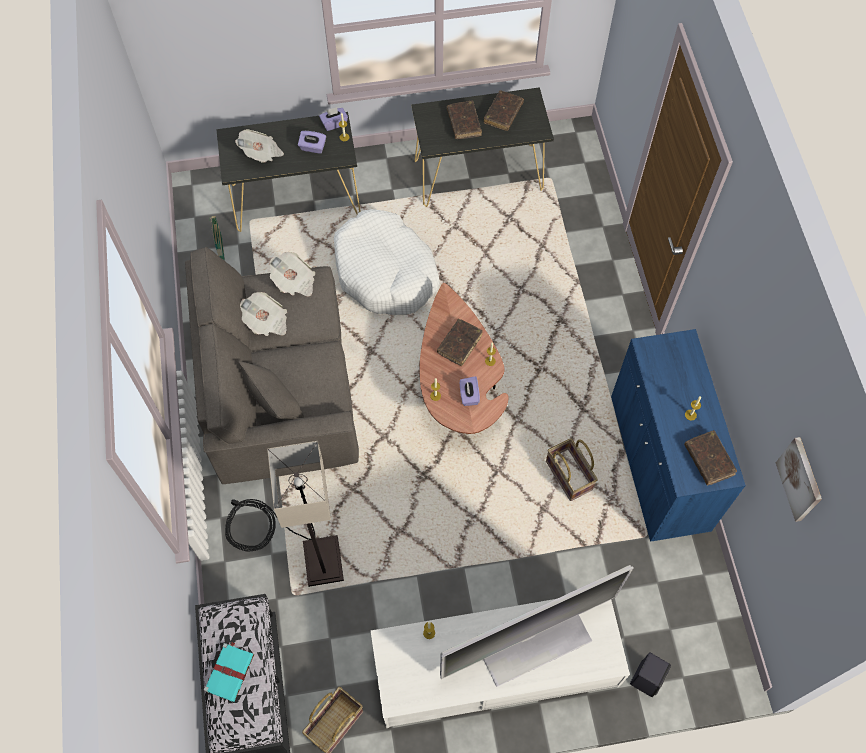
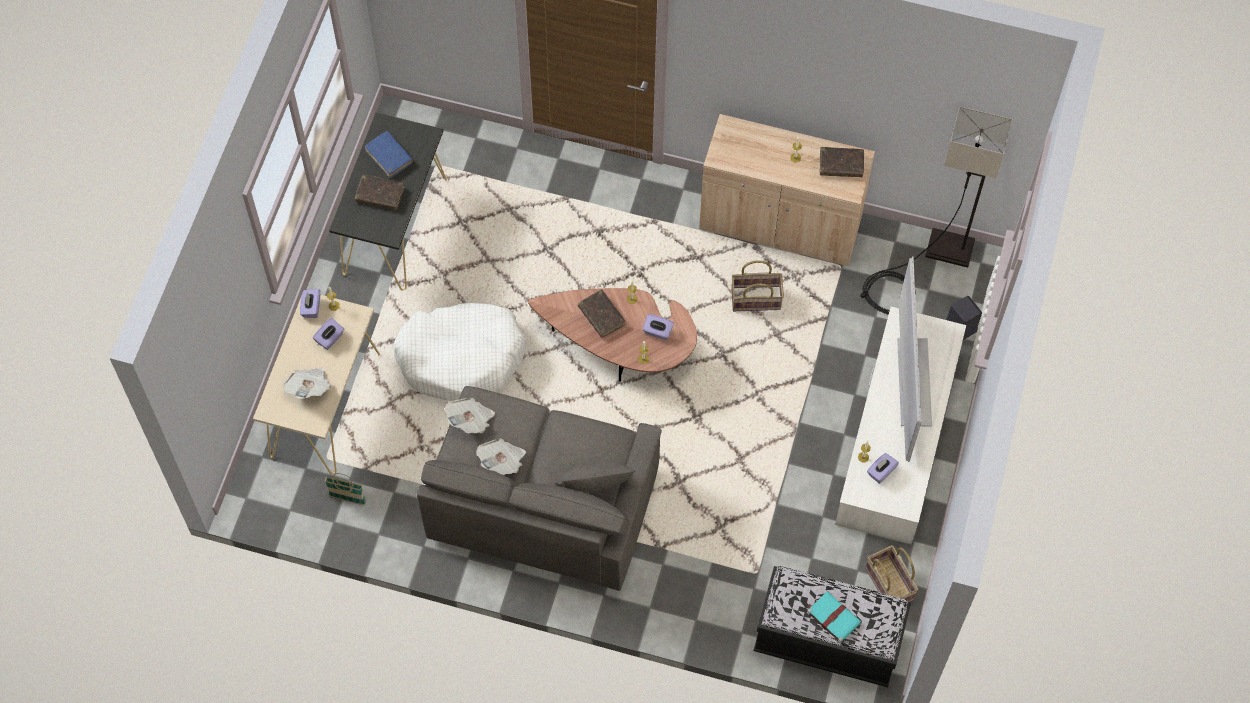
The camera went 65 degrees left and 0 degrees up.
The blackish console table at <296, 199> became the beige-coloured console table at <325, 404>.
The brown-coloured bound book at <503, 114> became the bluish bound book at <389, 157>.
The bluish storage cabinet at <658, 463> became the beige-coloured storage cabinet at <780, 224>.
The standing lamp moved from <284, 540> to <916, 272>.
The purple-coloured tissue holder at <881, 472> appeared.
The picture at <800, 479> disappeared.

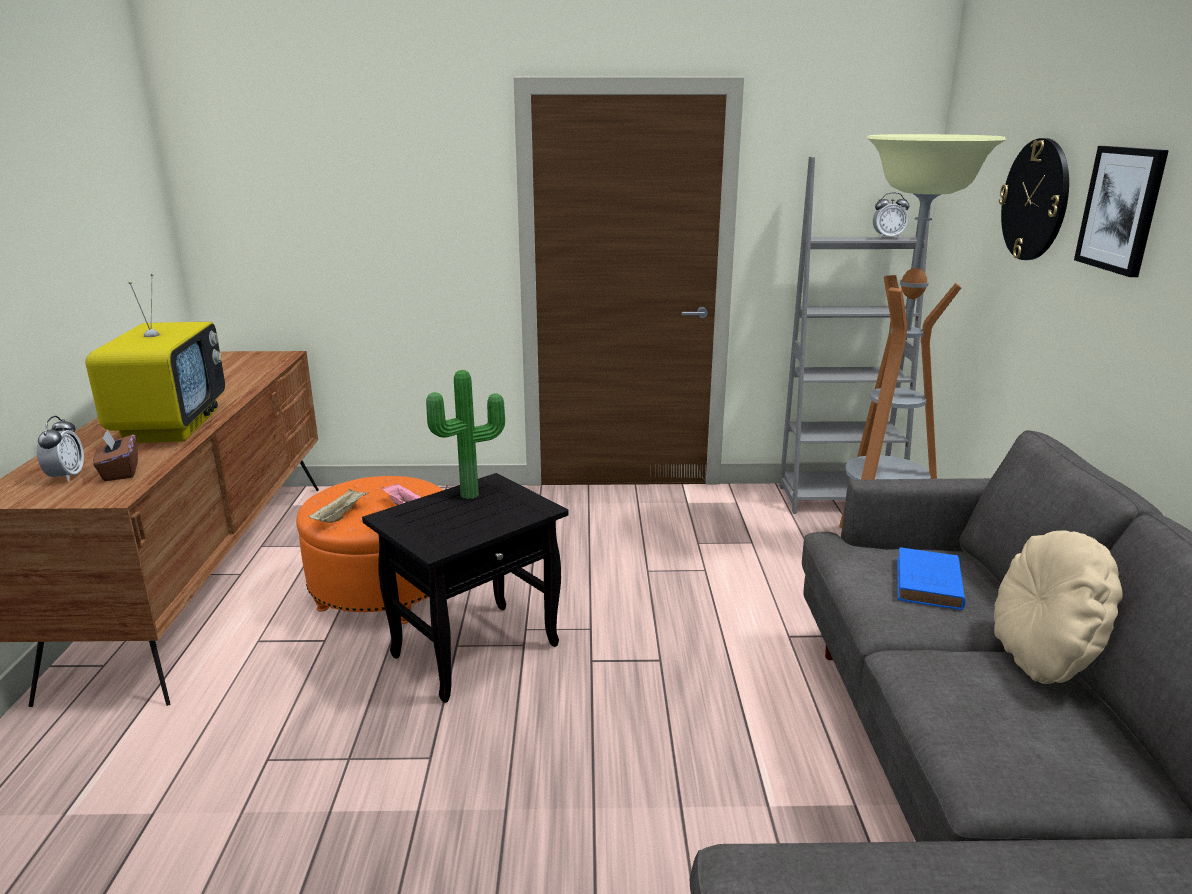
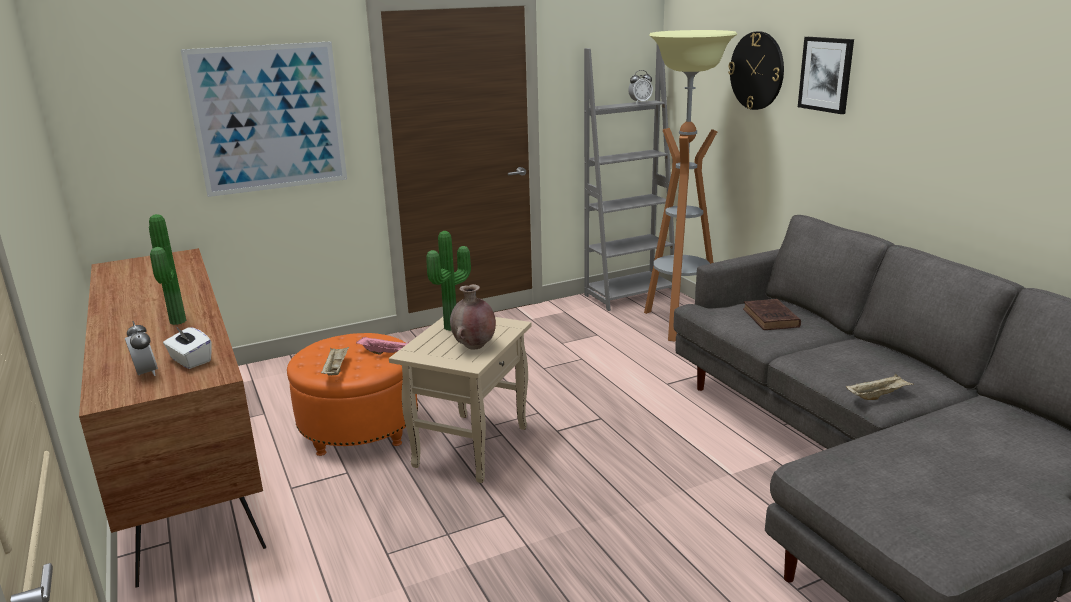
The camera went 25 degrees left and 0 degrees up.
The TV set at <171, 426> was replaced by the houseplant at <174, 322>.
The brown-coloured tissue holder at <120, 472> became the white tissue holder at <190, 360>.
The picture at <269, 118> appeared.
The blackish side table at <476, 649> became the beige-coloured side table at <470, 445>.
The brown-coloured flower vase at <474, 347> appeared.
The bluish bound book at <928, 585> became the brown-coloured bound book at <771, 319>.
The beige-coloured tray at <877, 396> appeared.
The beige-coloured pillow at <1040, 660> disappeared.

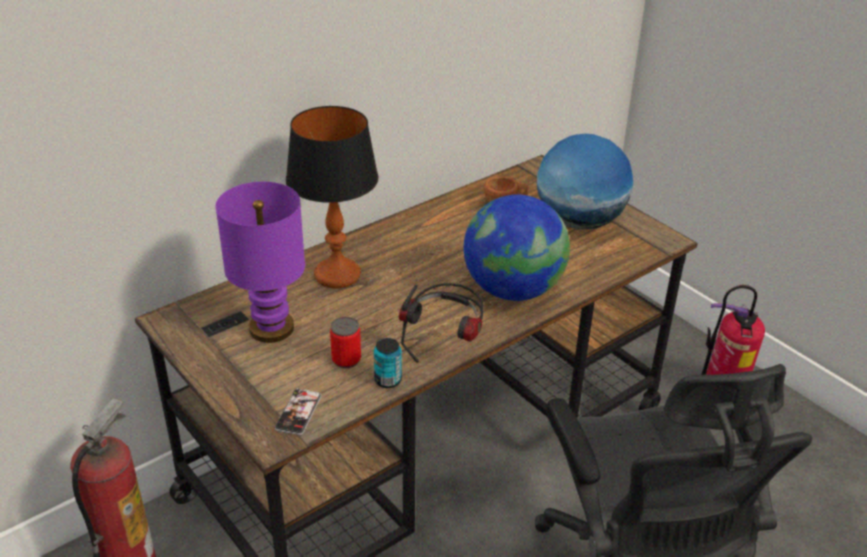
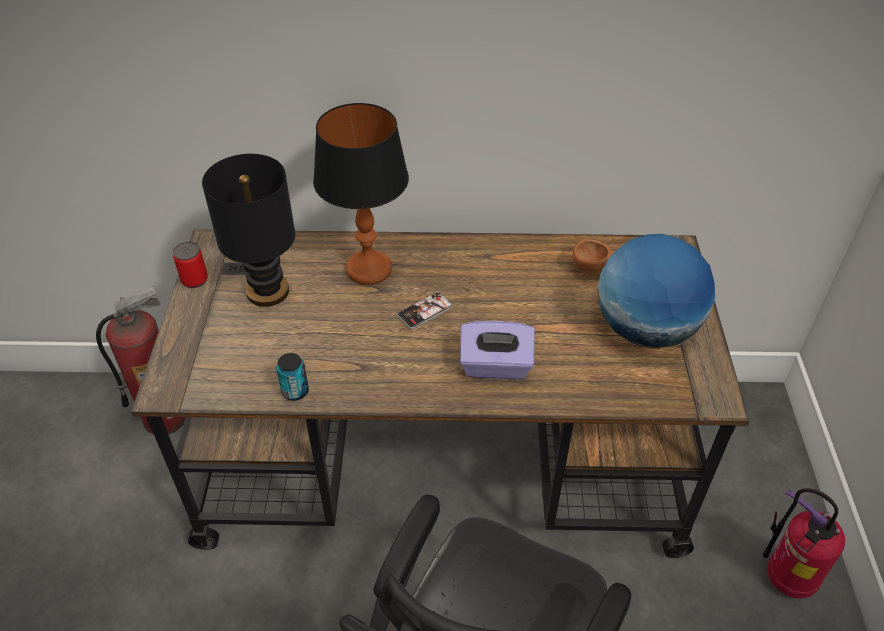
The camera went 40 degrees right and 10 degrees up.
The sealed can moved from <346, 359> to <194, 279>.
The purple-coloured table lamp at <271, 327> became the blackish table lamp at <268, 290>.
The handset moved from <298, 412> to <425, 311>.
The world globe at <513, 290> was replaced by the purple-coloured tissue holder at <495, 366>.
The headphones at <445, 345> disappeared.

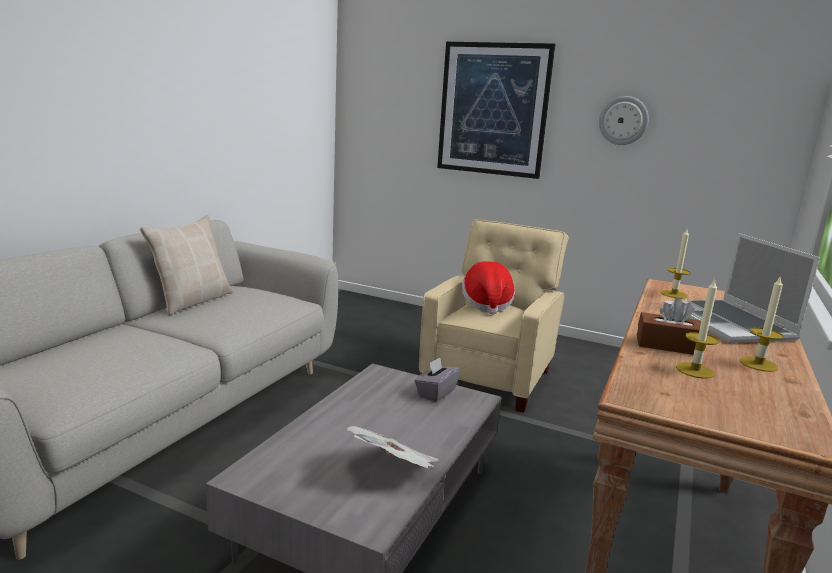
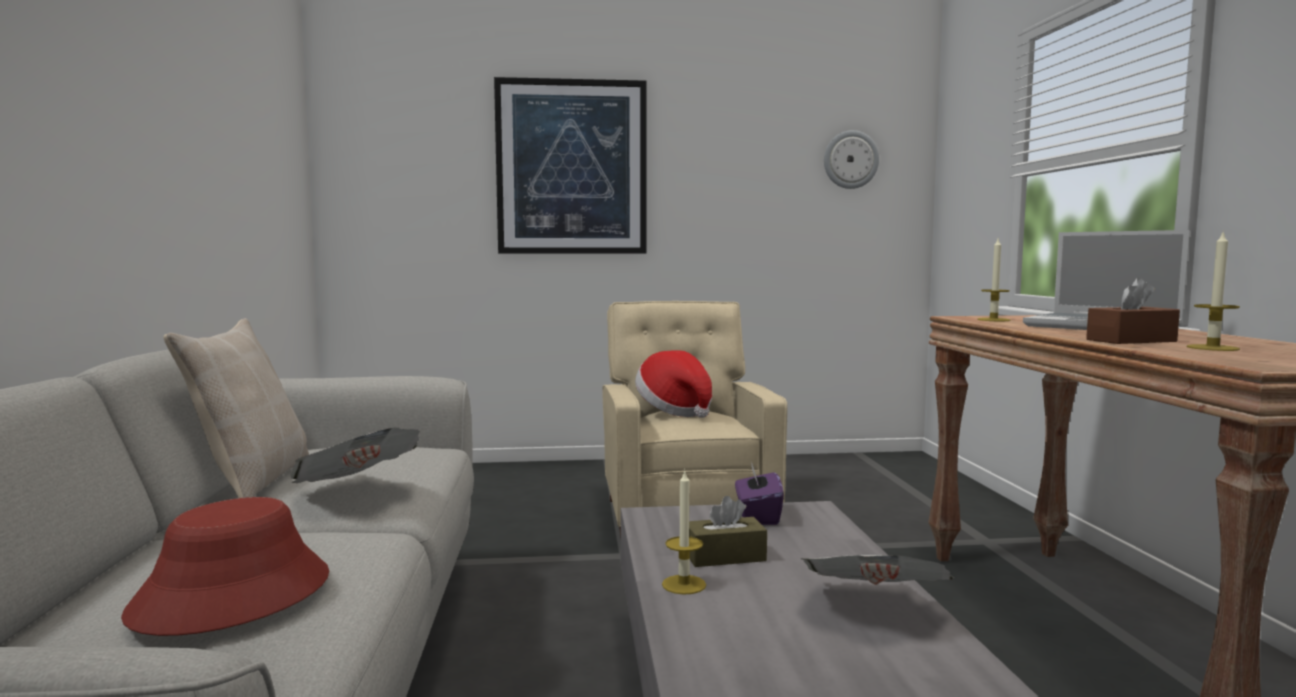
The camera went 30 degrees left and 10 degrees down.
The reddish clothing hat at <232, 594> appeared.
The newspaper at <357, 491> appeared.
The wax candle moved from <758, 364> to <684, 584>.
The brown-coloured tissue holder at <725, 556> appeared.
The gray tissue holder at <435, 392> became the purple-coloured tissue holder at <757, 516>.
The wall clock moved from <623, 120> to <850, 160>.

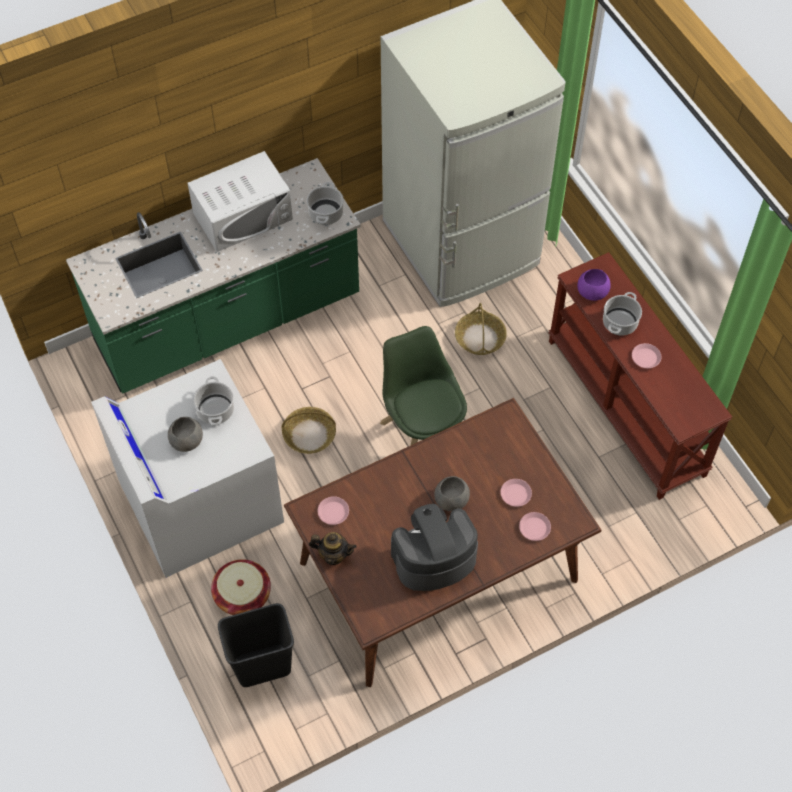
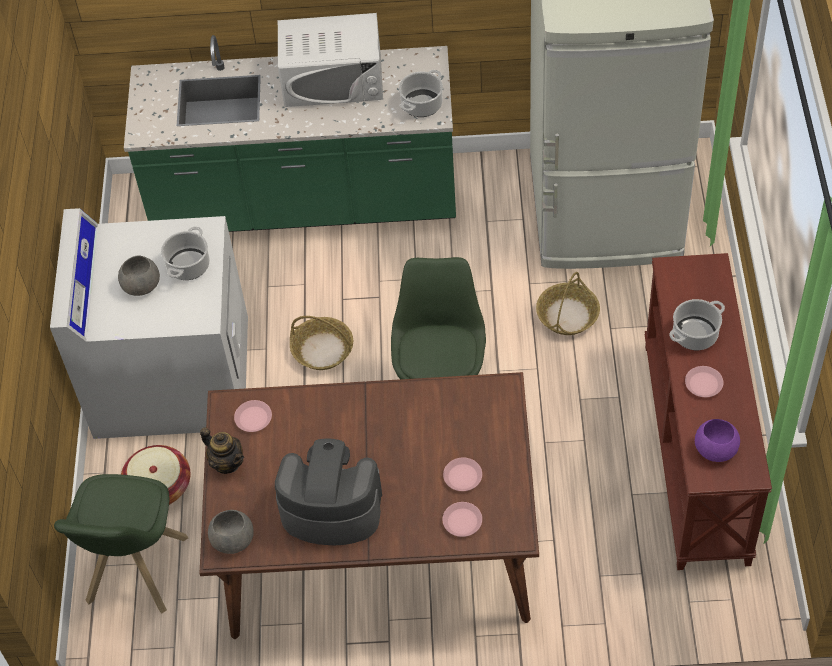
The camera went 30 degrees right and 5 degrees down.
The blackish waste bin at <262, 667> was replaced by the greenish chair at <136, 570>.
The gray serving bowl moved from <451, 500> to <232, 539>.
The purple-coloured serving bowl moved from <591, 291> to <714, 448>.

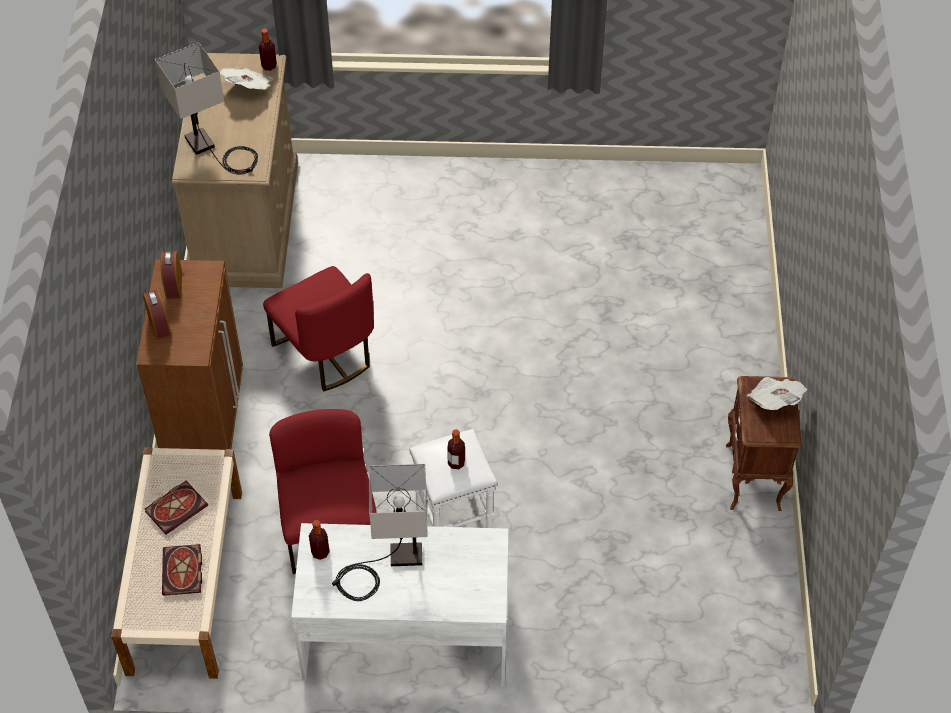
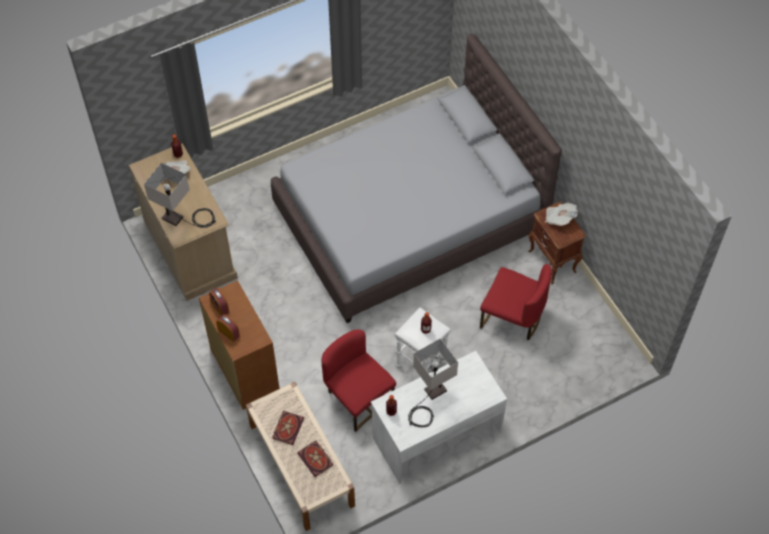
The camera went 30 degrees left and 5 degrees up.
The gray bedroom bed at <410, 217> appeared.
The reddish chair moved from <325, 353> to <512, 318>.

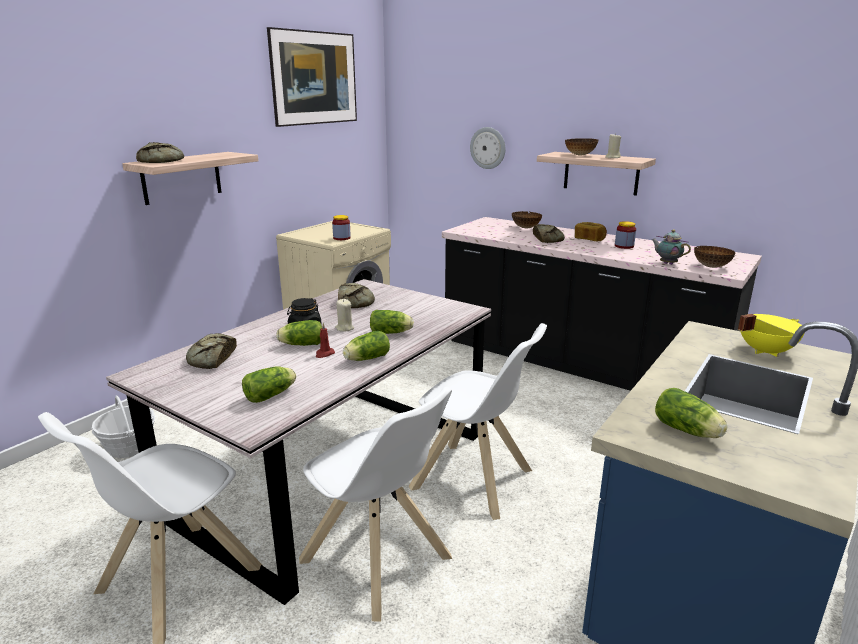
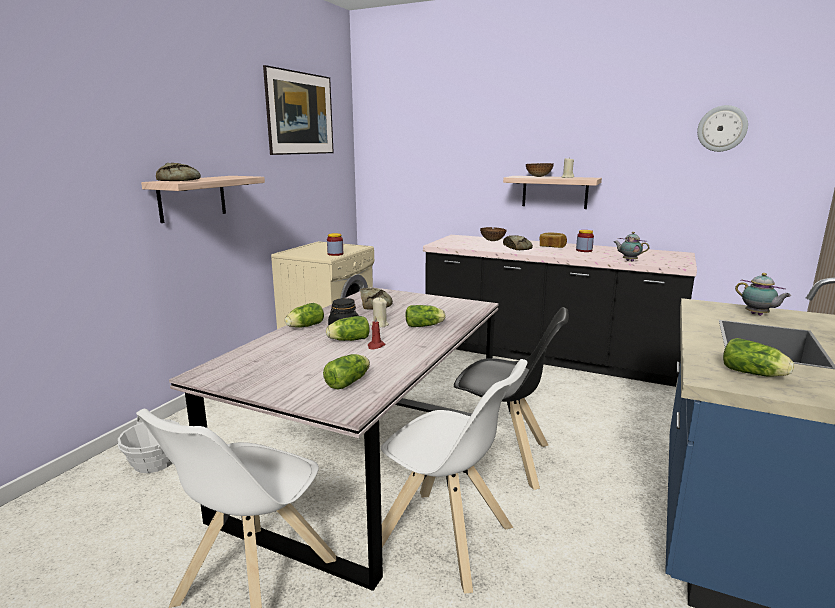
The camera went 10 degrees left and 5 degrees down.
The lettuce head moved from <365, 359> to <304, 326>.
The white chair at <475, 480> became the blackish chair at <503, 458>.
The wall clock moved from <488, 148> to <722, 128>.
The yellowish cooking pot at <764, 351> was replaced by the pot for tea at <758, 315>.
The baked bread at <212, 358> disappeared.
The serving bowl at <712, 267> disappeared.

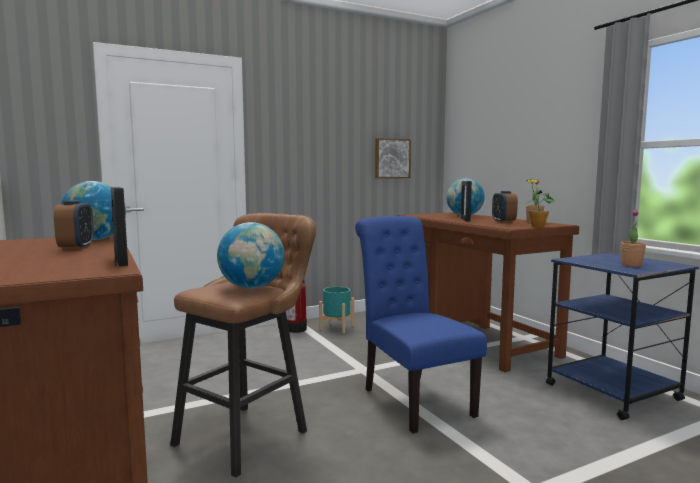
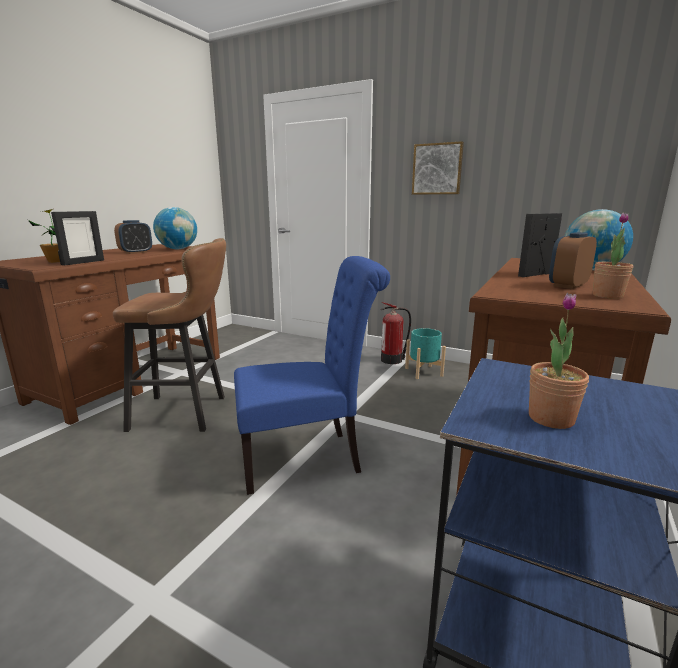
The camera went 55 degrees right and 10 degrees up.
The houseplant moved from <538, 226> to <55, 261>.
The bluish chair at <412, 399> turned 45 degrees clockwise.
The picture moved from <391, 158> to <437, 169>.
The world globe at <252, 287> disappeared.

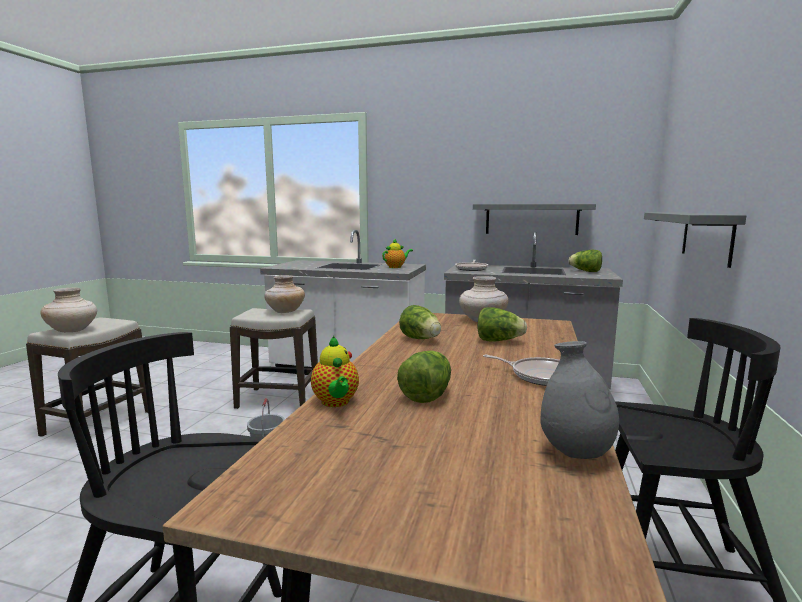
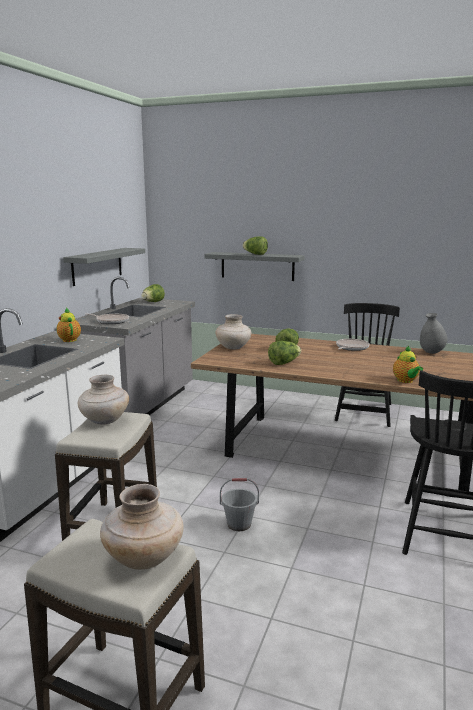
The camera went 85 degrees left and 5 degrees up.
The lettuce head moved from <427, 395> to <255, 254>.
The pot for tea at <336, 402> turned 90 degrees clockwise.

